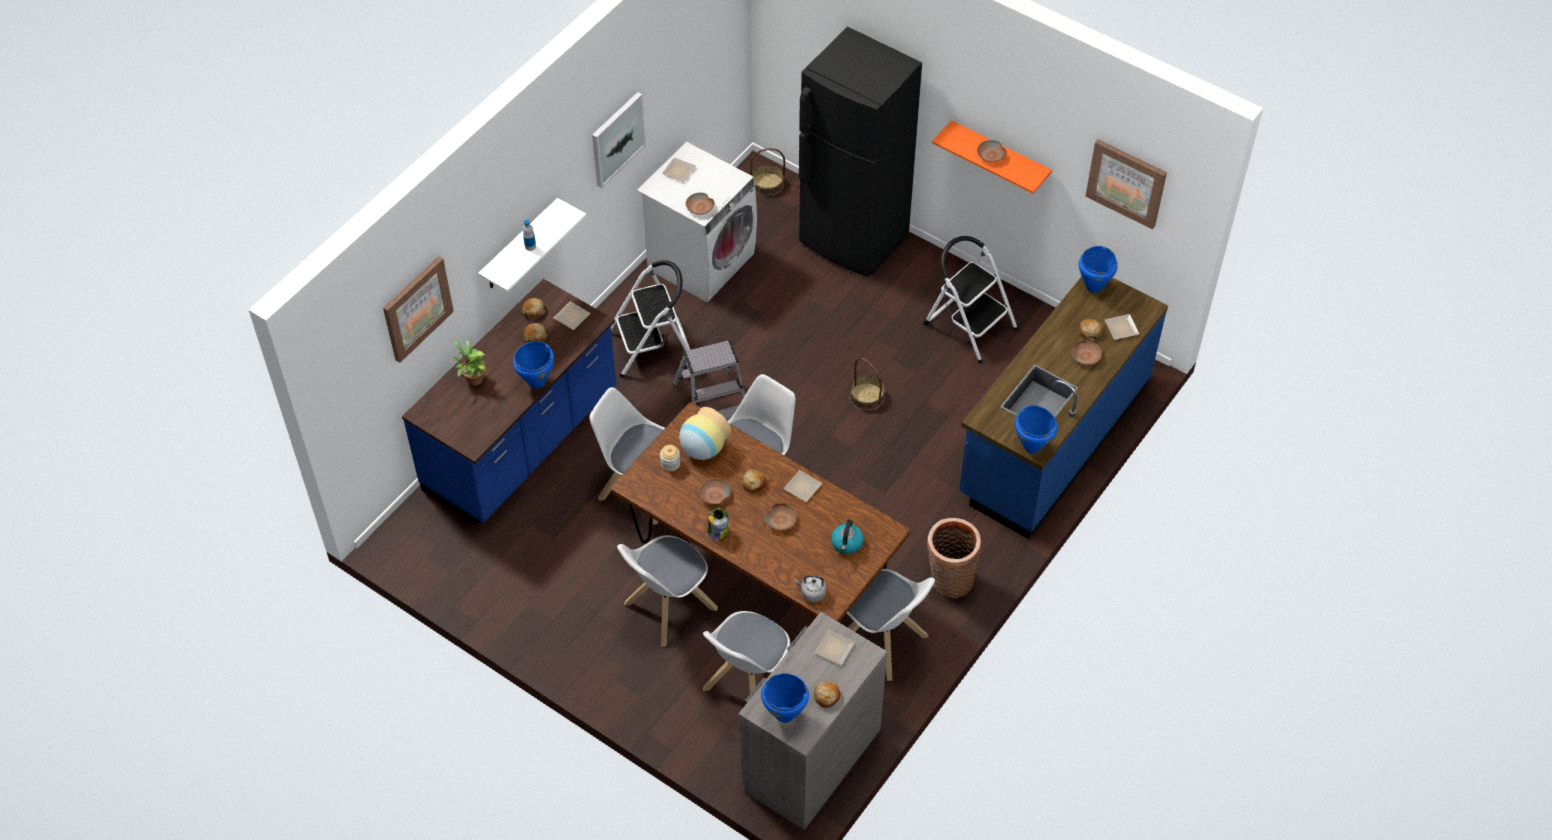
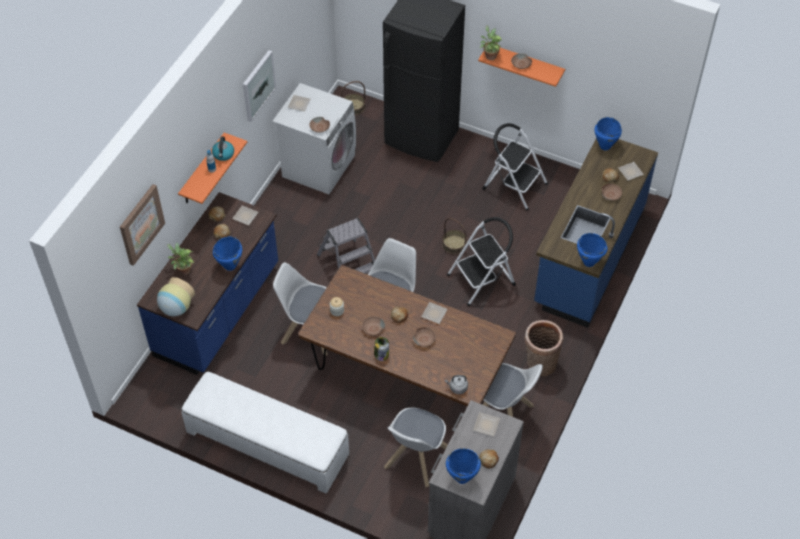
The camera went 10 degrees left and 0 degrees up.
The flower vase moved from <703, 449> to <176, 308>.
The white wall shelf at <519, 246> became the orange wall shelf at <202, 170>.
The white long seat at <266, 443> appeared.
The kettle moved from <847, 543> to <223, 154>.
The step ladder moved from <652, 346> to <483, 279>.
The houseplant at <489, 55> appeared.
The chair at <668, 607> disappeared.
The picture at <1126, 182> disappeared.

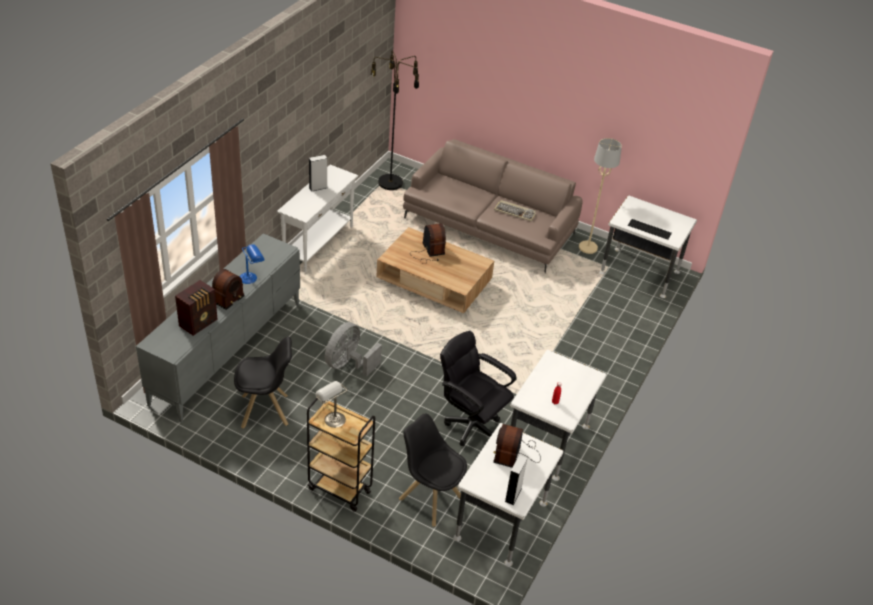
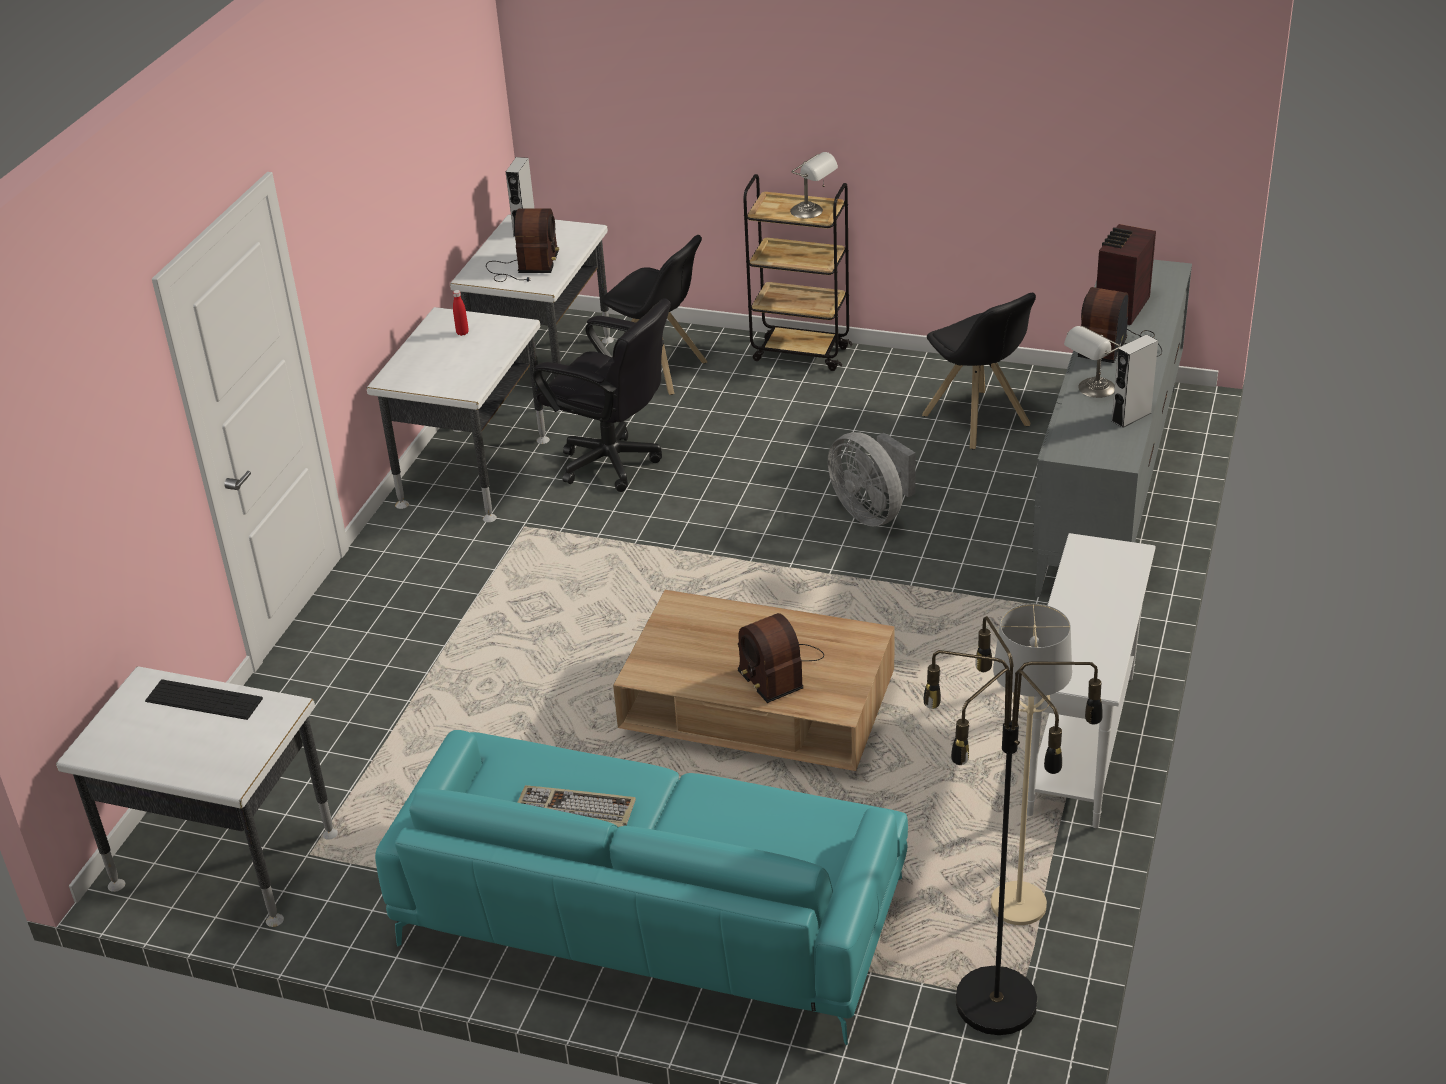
The camera went 175 degrees right and 5 degrees down.
The beige-coloured couch at <490, 225> became the blue-green couch at <649, 916>.
The gray fan at <348, 364> turned 120 degrees clockwise.
The blackish chair at <265, 411> turned 105 degrees counterclockwise.
The beige-coloured standing lamp moved from <588, 247> to <1017, 905>.
The bluish table lamp at <251, 276> became the white table lamp at <1092, 391>.
The gray audio speaker moved from <318, 187> to <1131, 417>.

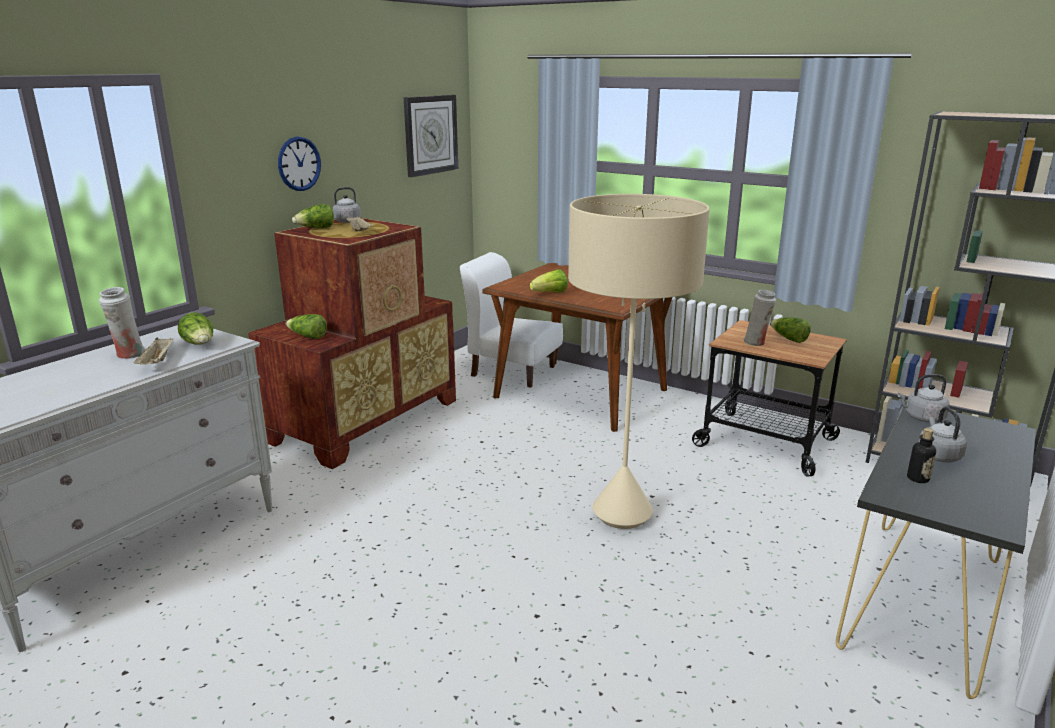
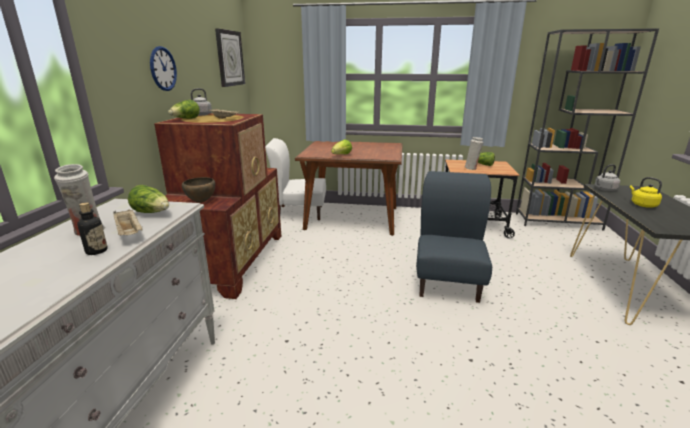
The camera went 25 degrees left and 0 degrees up.
The beverage bottle moved from <918, 478> to <96, 251>.
The lettuce head at <307, 337> was replaced by the brown-coloured serving bowl at <201, 202>.
The beige-coloured standing lamp at <622, 516> was replaced by the bluish chair at <448, 282>.
The gray kettle at <938, 455> became the yellowish kettle at <642, 205>.

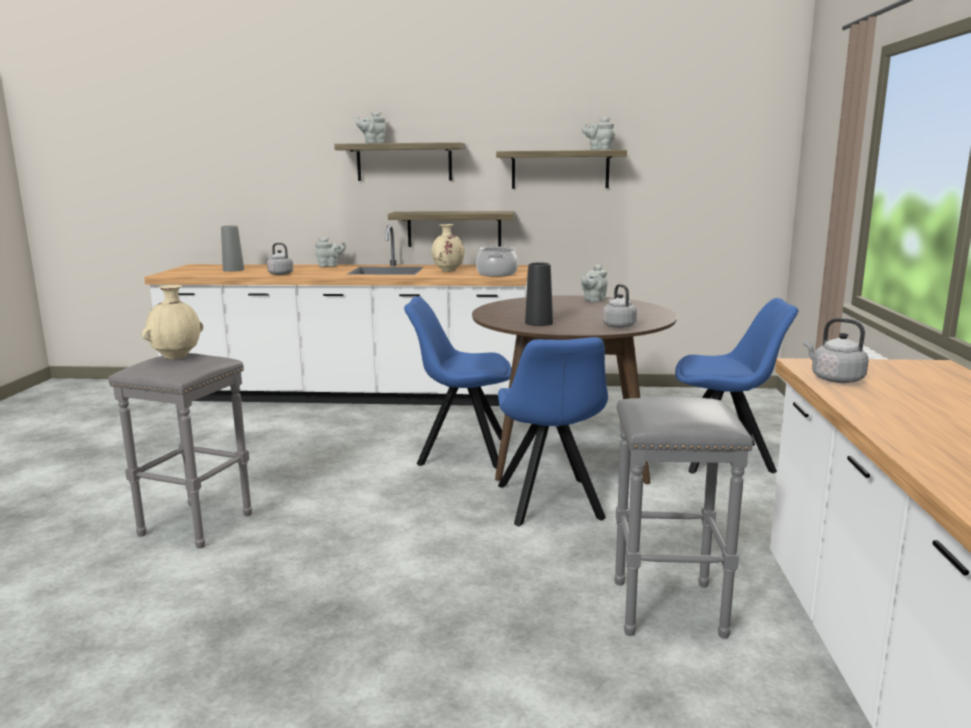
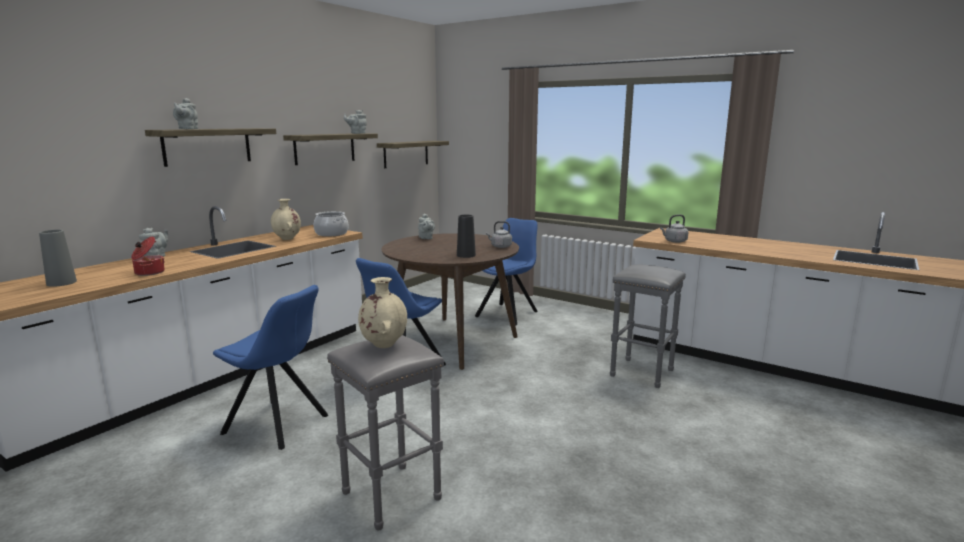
The camera went 60 degrees left and 0 degrees up.
The gray kettle at <279, 274> was replaced by the cooking pot at <148, 273>.
The bluish chair moved from <550, 502> to <277, 424>.
The wall shelf moved from <454, 229> to <406, 154>.

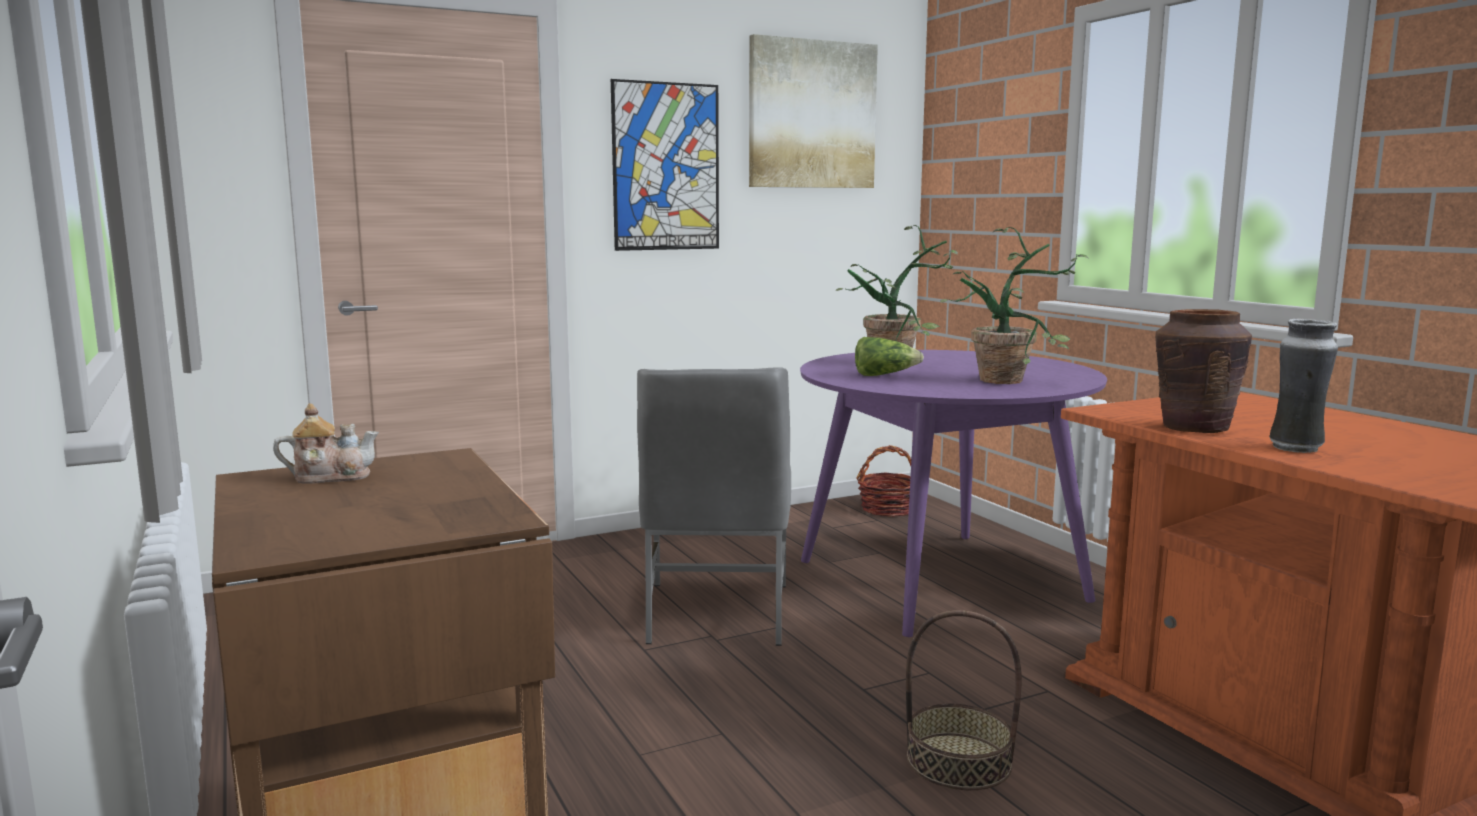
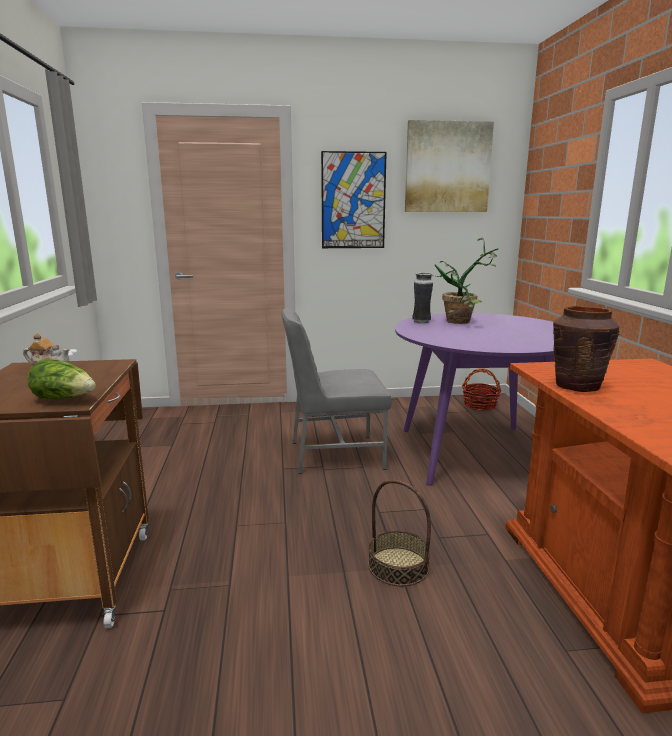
The camera went 20 degrees right and 5 degrees up.
The lettuce head moved from <884, 375> to <65, 399>.
The gray chair at <716, 614> turned 60 degrees clockwise.
The flower vase moved from <1296, 449> to <421, 322>.
The houseplant at <1013, 380> disappeared.

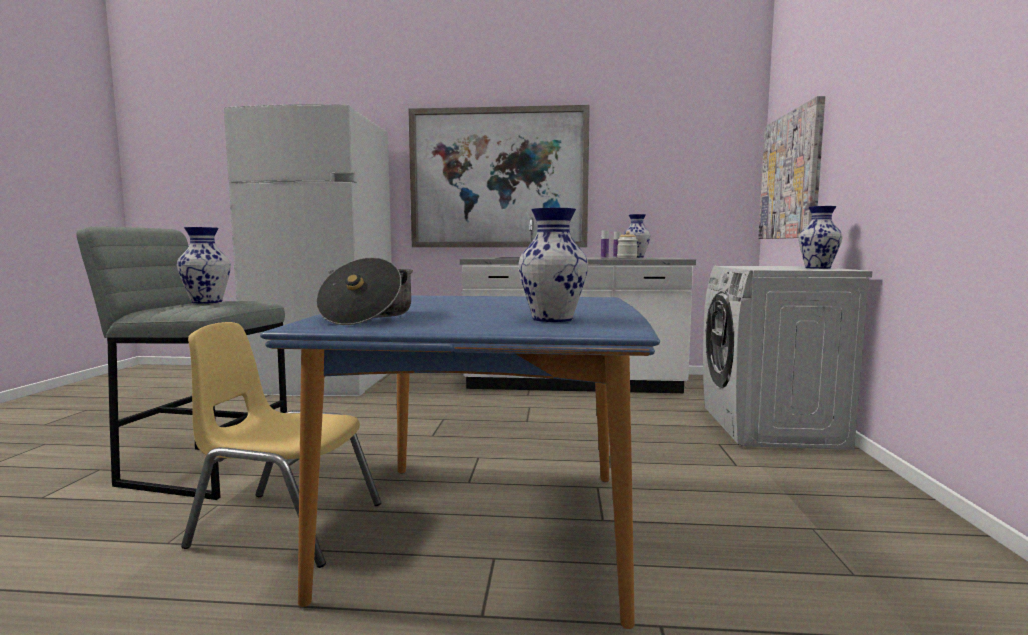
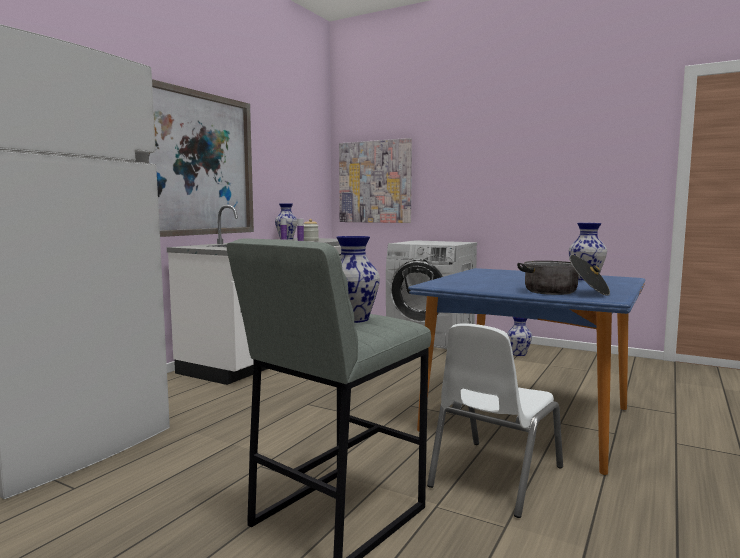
The camera went 65 degrees left and 0 degrees up.
The yellowish chair at <287, 525> became the white chair at <494, 476>.
The flower vase moved from <818, 268> to <519, 354>.

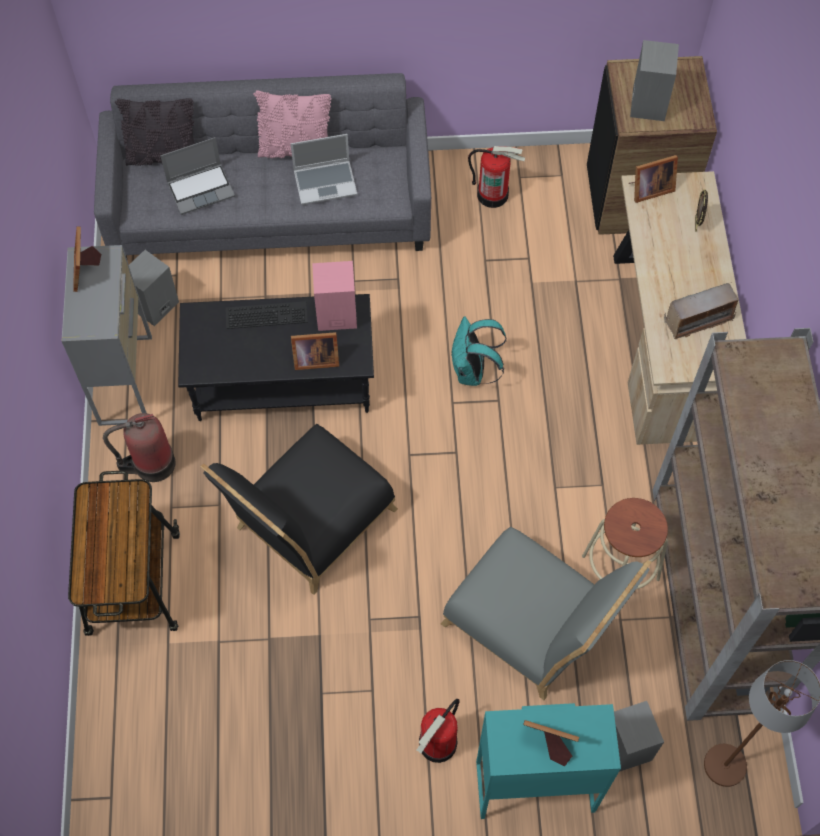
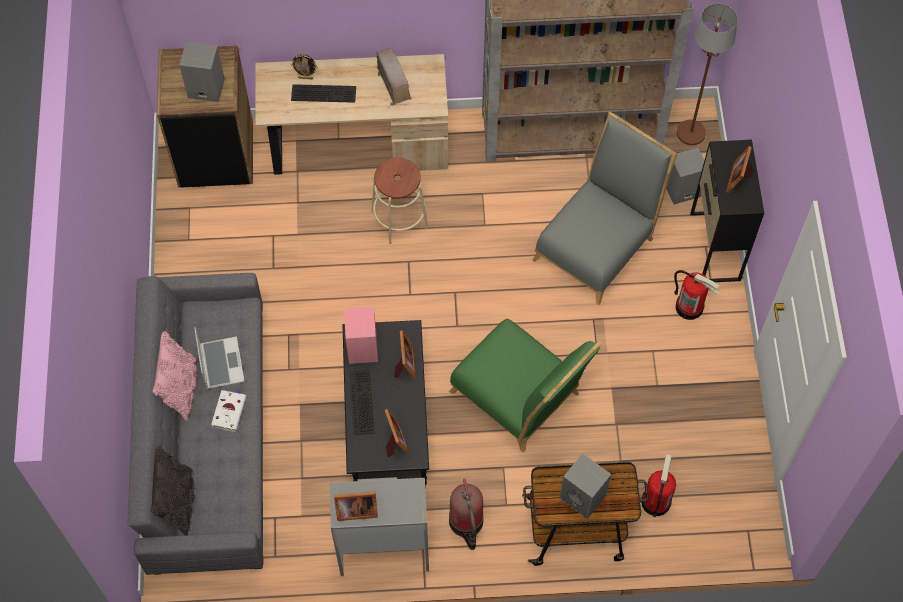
The camera went 90 degrees left and 0 degrees up.
The white bound book at <229, 410> appeared.
The PC keyboard at <324, 92> appeared.
The beige-coloured sitting stool moved from <620, 567> to <399, 219>.
The picture frame moved from <649, 189> to <395, 441>.
The blackish chair at <309, 525> became the greenish chair at <520, 398>.
The gray audio speaker moved from <155, 306> to <584, 497>.
The fire-fighting cylinder moved from <493, 194> to <655, 501>.
The blue-green storage cabinet at <533, 785> became the blackish storage cabinet at <714, 248>.
The portable computer at <201, 189> disappeared.
The blue-green rucksack at <472, 372> disappeared.

